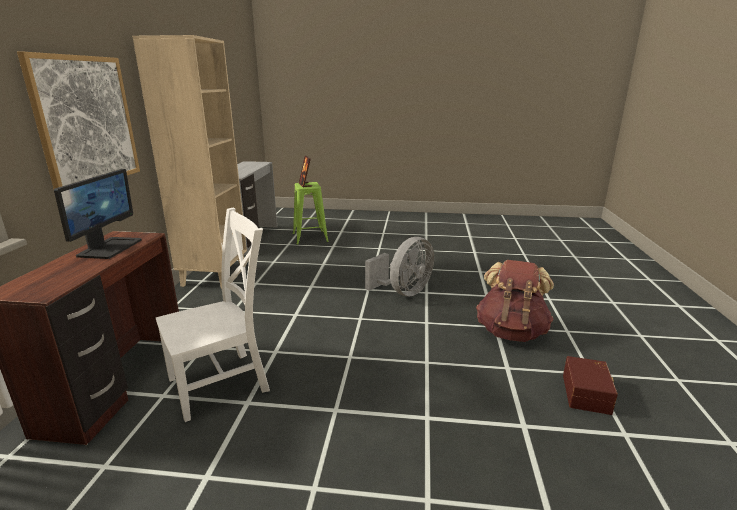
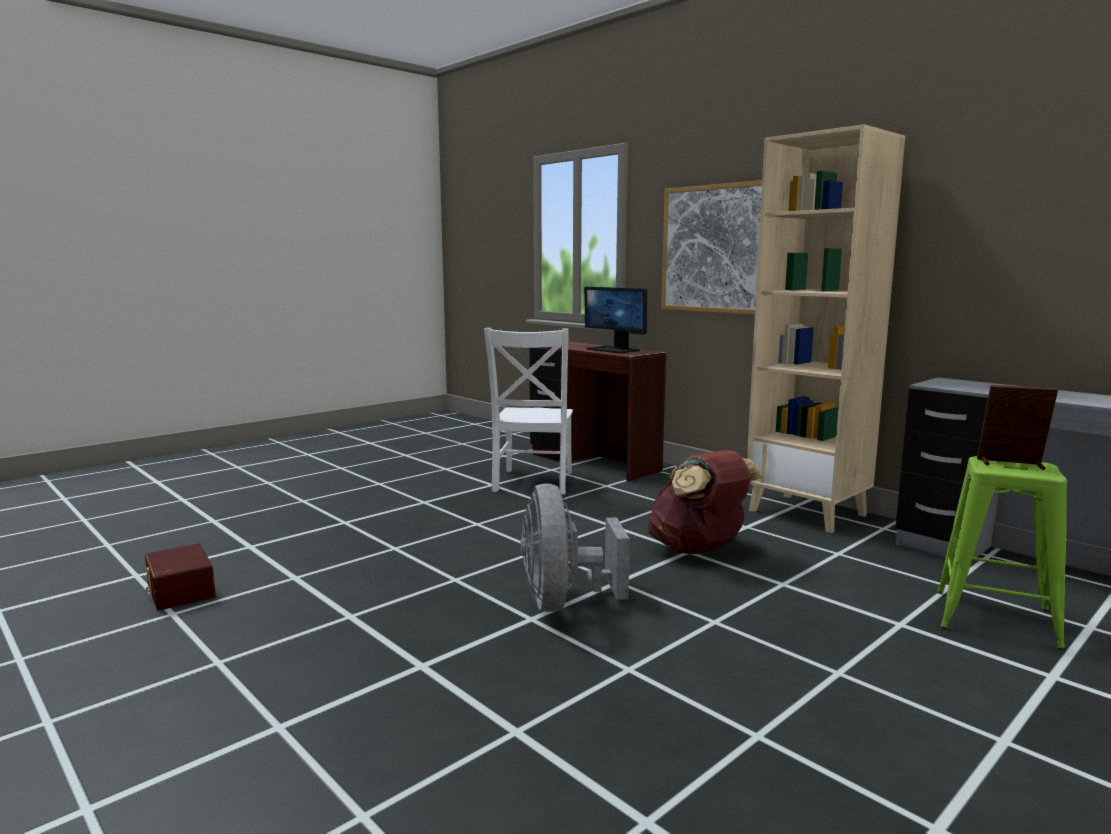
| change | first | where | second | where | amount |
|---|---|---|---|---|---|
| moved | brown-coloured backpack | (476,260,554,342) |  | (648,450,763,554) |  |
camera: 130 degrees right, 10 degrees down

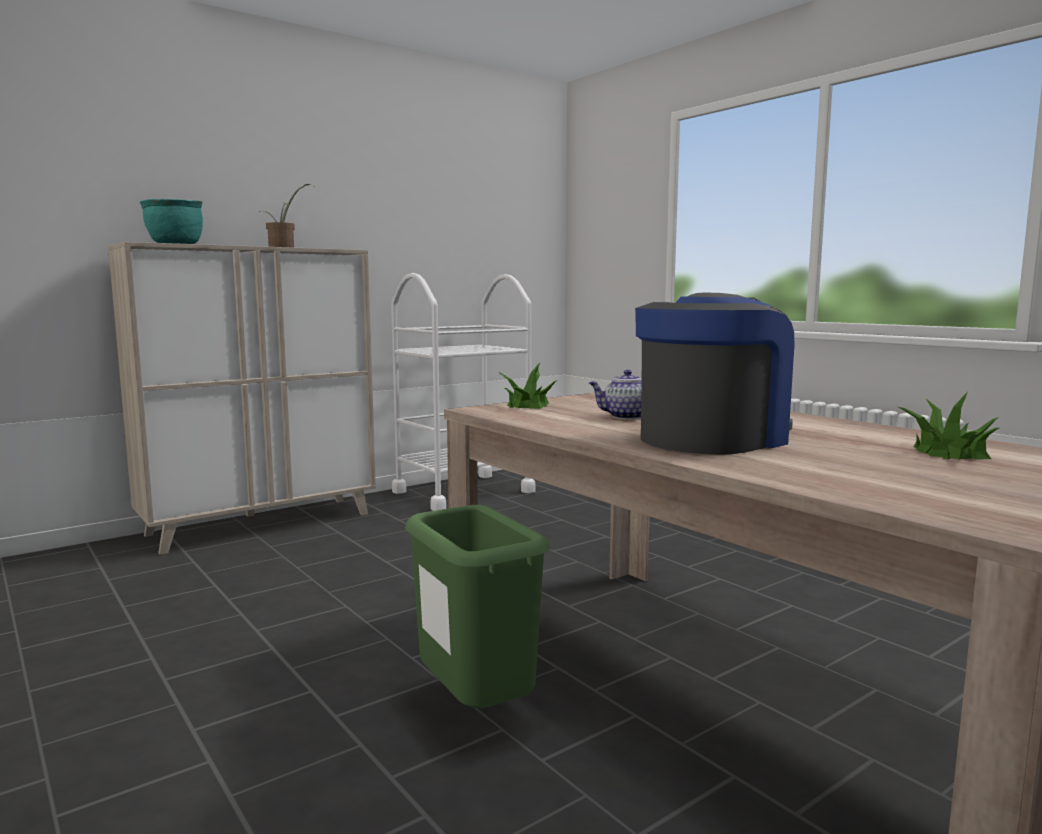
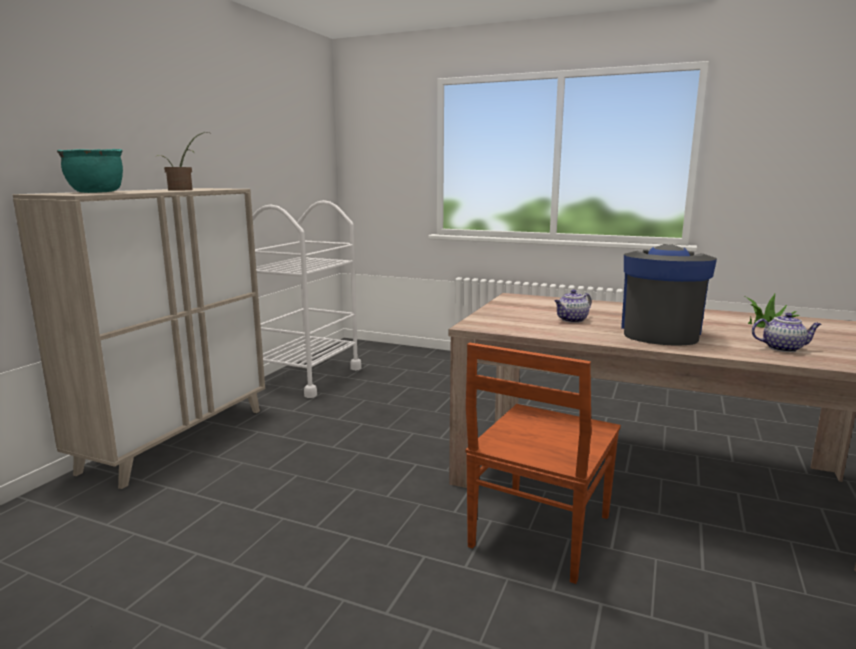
| change | first | where | second | where | amount |
|---|---|---|---|---|---|
| removed | plant in a pot | (498,363,556,409) |  |  |  |
| added |  |  | pot for tea | (752,313,822,352) |  |
| replaced | greenish waste bin | (405,505,550,708) | brown-coloured chair | (466,343,621,584) |  |
camera: 30 degrees left, 5 degrees up

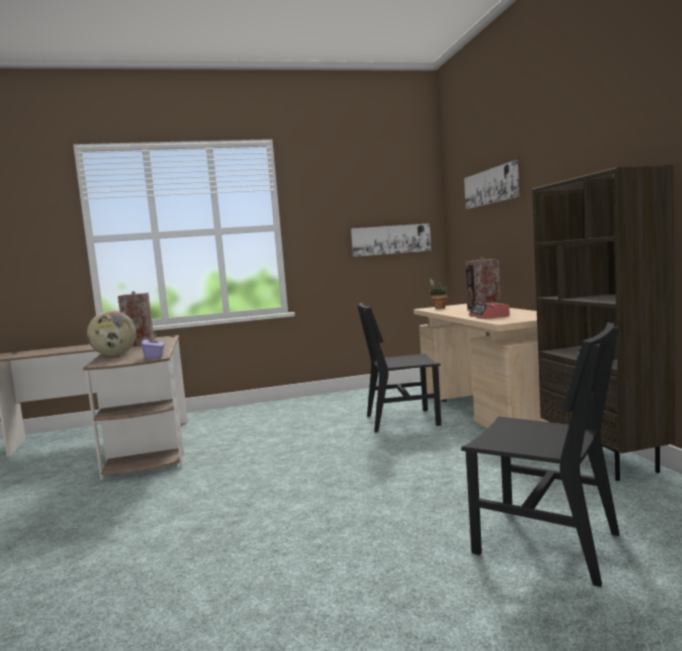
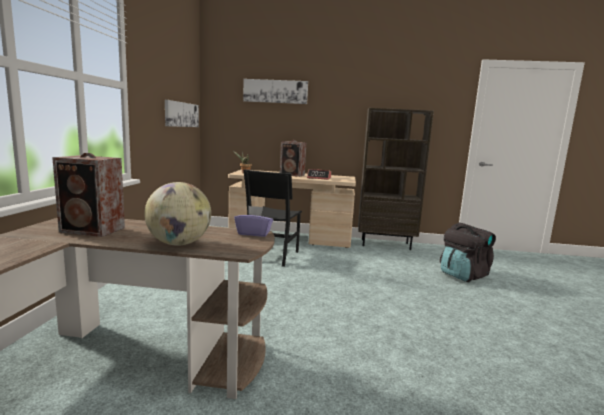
| change | first | where | second | where | amount |
|---|---|---|---|---|---|
| replaced | black-coloured chair | (461,322,620,587) | black-coloured backpack | (440,223,496,283) |  |
camera: 70 degrees left, 5 degrees up

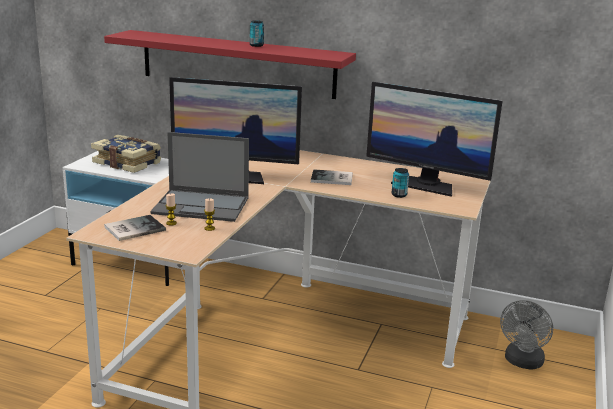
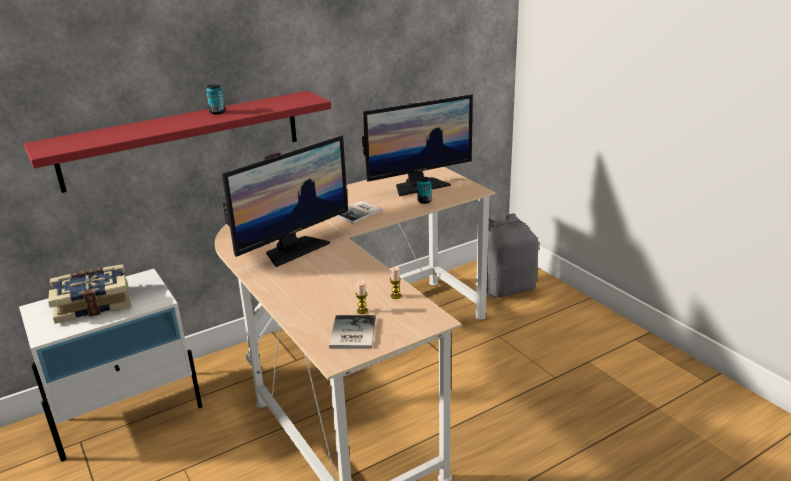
| change | first | where | second | where | amount |
|---|---|---|---|---|---|
| removed | portable computer | (150,132,249,222) |  |  |  |
| replaced | greyish cooling fan | (500,300,553,370) | greyish backpack | (486,213,539,298) |  |
camera: 50 degrees left, 5 degrees up

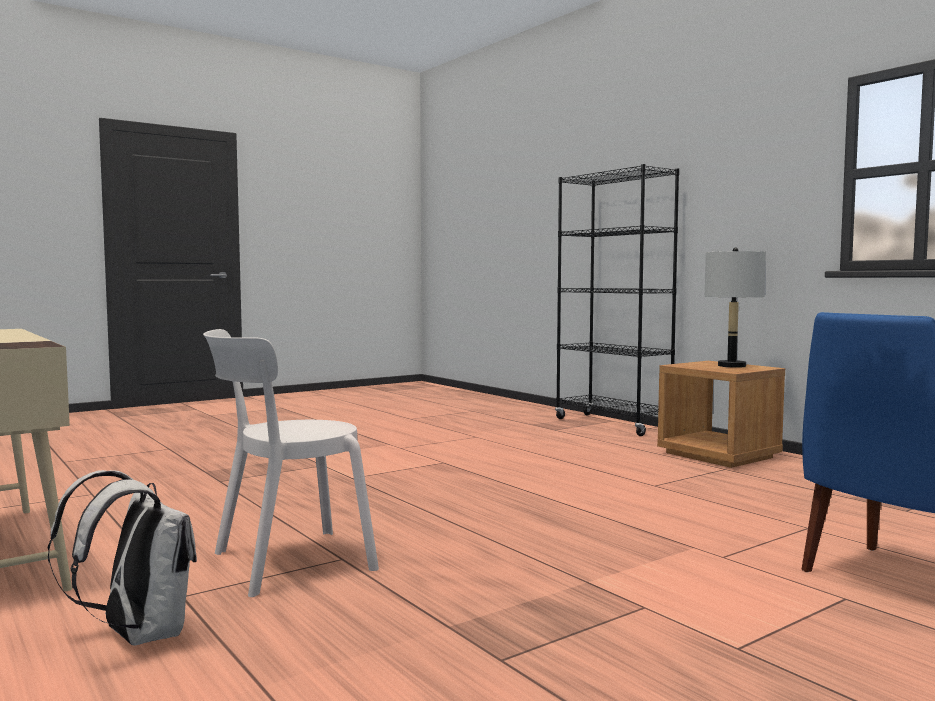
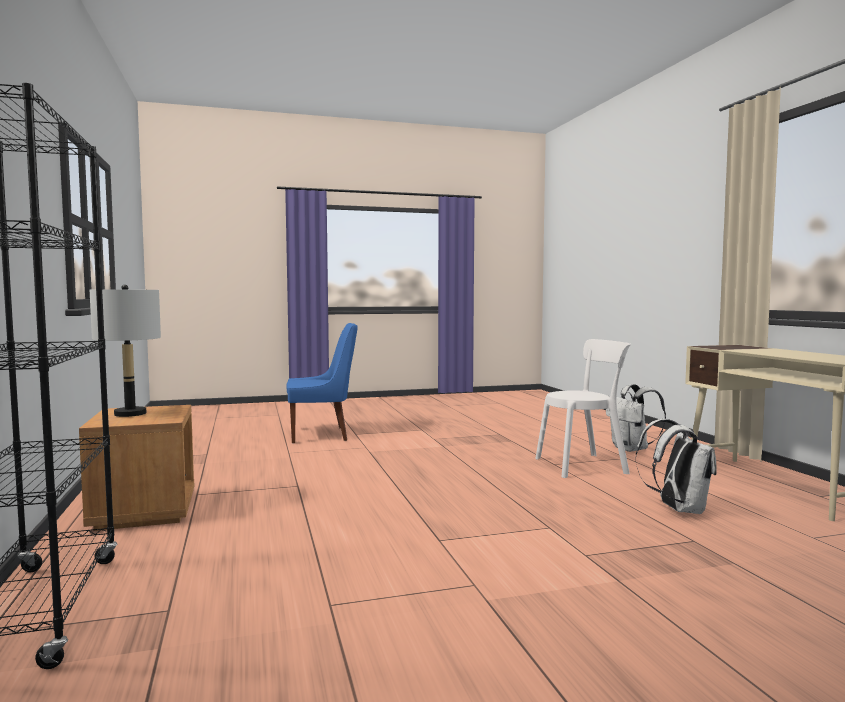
| change | first | where | second | where | amount |
|---|---|---|---|---|---|
| added |  |  | whitish backpack | (635,419,716,514) |  |
camera: 160 degrees left, 0 degrees up

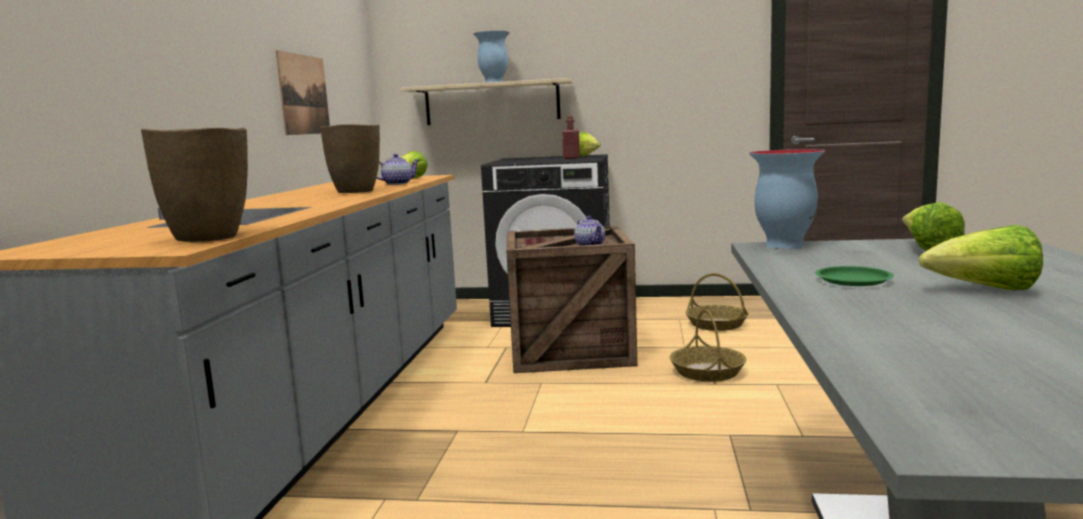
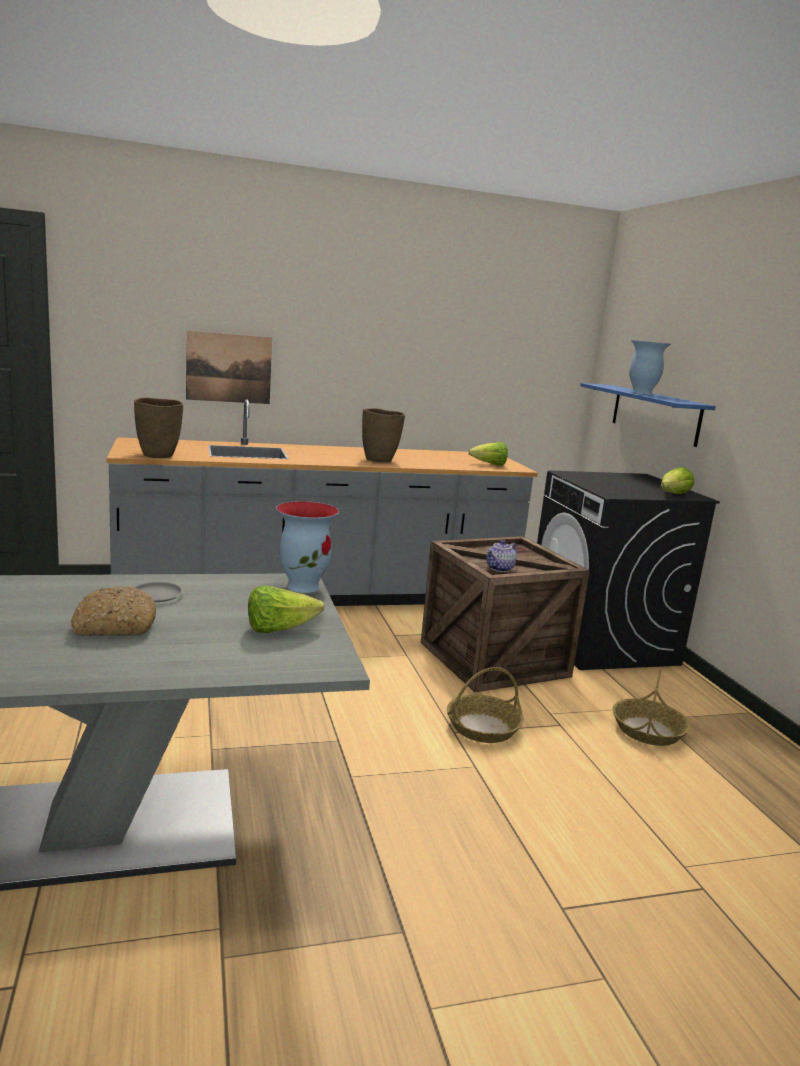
| change | first | where | second | where | amount |
|---|---|---|---|---|---|
| removed | pot for tea | (376,154,420,185) |  |  |  |
| removed | reddish beverage bottle | (562,116,580,159) |  |  |  |
| moved | wall art | (276,50,330,135) |  | (186,331,272,404) |  |
| replaced | head of lettuce | (919,225,1043,290) | bakery bread | (70,586,156,636) |  |
| recoloured | sand-coloured shelf | (400,78,573,125) | blue shelf | (581,383,716,447) |  |
| recoloured | greenish flat dish | (815,266,894,286) | greyish flat dish | (132,582,184,602) |  |
camera: 65 degrees right, 5 degrees up

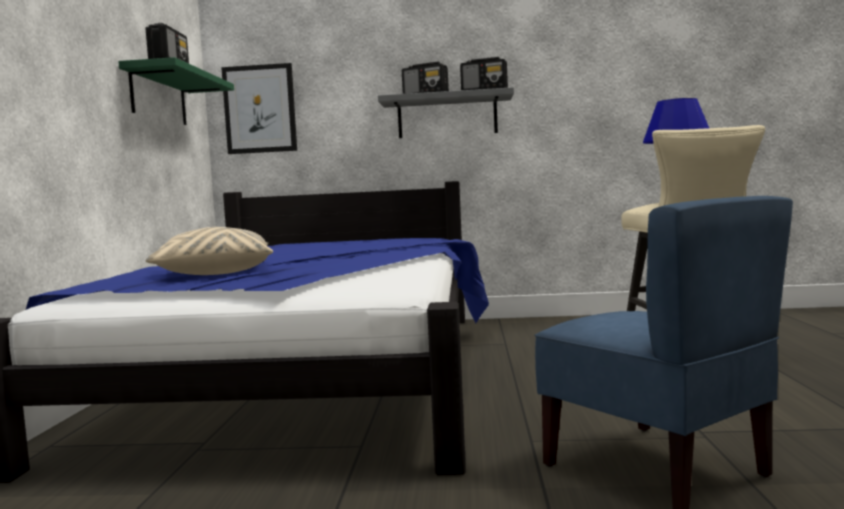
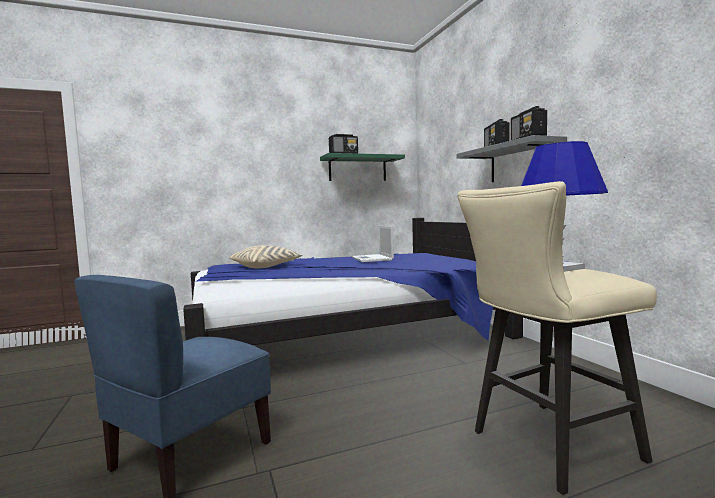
| change | first | where | second | where | amount |
|---|---|---|---|---|---|
| removed | wall art | (221,63,297,154) |  |  |  |
| added |  |  | portable computer | (352,226,394,262) |  |
camera: 65 degrees right, 0 degrees up

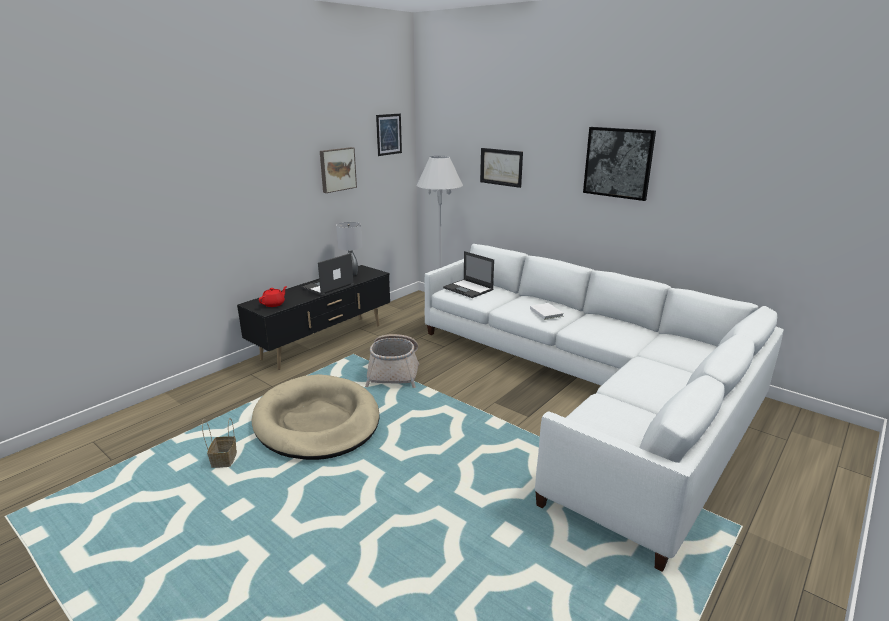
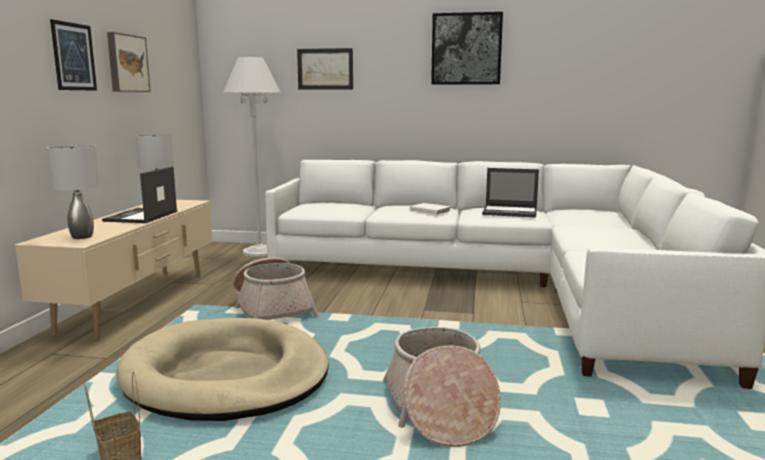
| change | first | where | second | where | amount |
|---|---|---|---|---|---|
| added |  |  | basket | (383,327,501,447) |  |
| moved | wall art | (376,114,402,156) |  | (50,19,97,91) |  |
| moved | portable computer | (443,251,494,298) |  | (482,168,539,218) |  |
| replaced | reddish pot for tea | (259,286,287,307) | greyish tabletop lamp | (47,145,100,239) |  |
| recoloured | black-coloured media console | (237,265,390,370) | sand-coloured media console | (15,200,212,340) |  |
camera: 30 degrees left, 10 degrees down

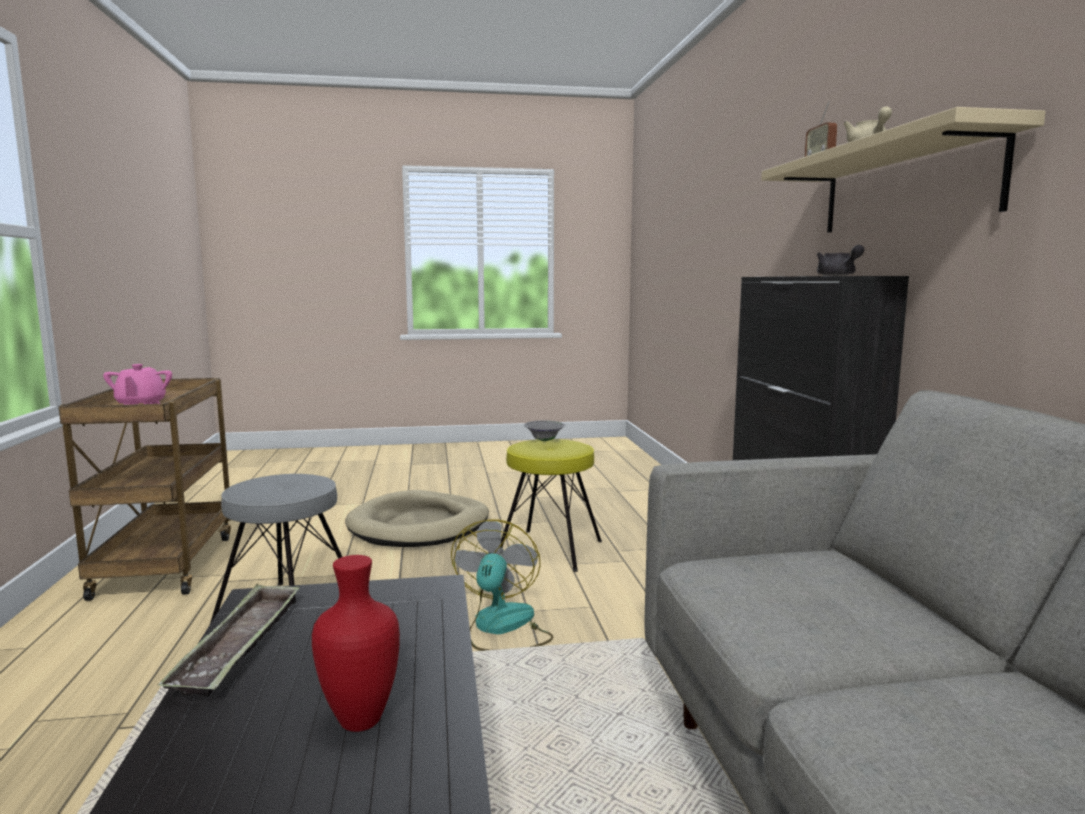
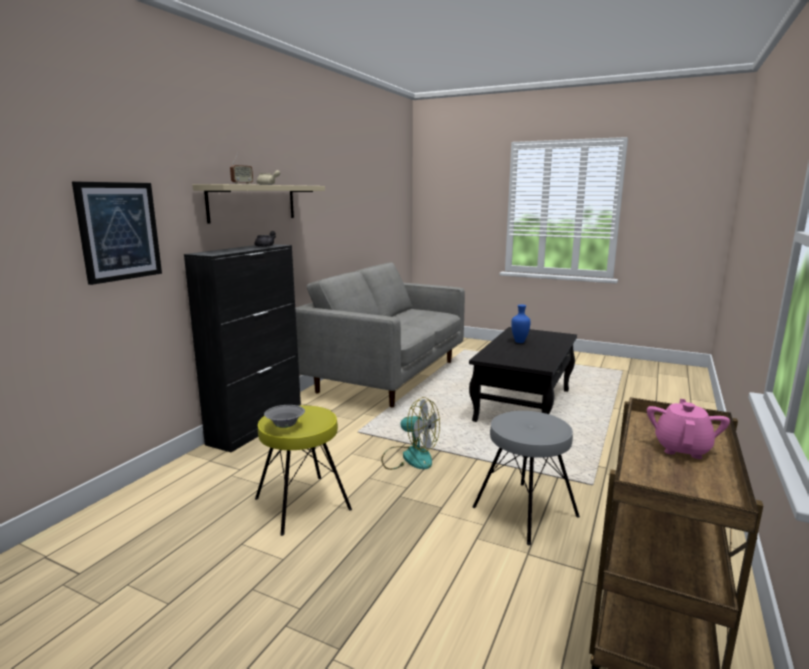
| change | first | where | second | where | amount |
|---|---|---|---|---|---|
| removed | serving tray | (158,584,300,697) |  |  |  |
| removed | sand-coloured dog cushion | (345,490,489,547) |  |  |  |
| added |  |  | wall art | (72,182,162,285) |  |
| recoloured | reddish flower vase | (312,555,400,732) | blue flower vase | (511,305,531,343) |  |
| turned | cooling fan | (451,519,553,651) |  | (381,397,440,470) | 105 degrees counterclockwise |
camera: 145 degrees left, 5 degrees up

